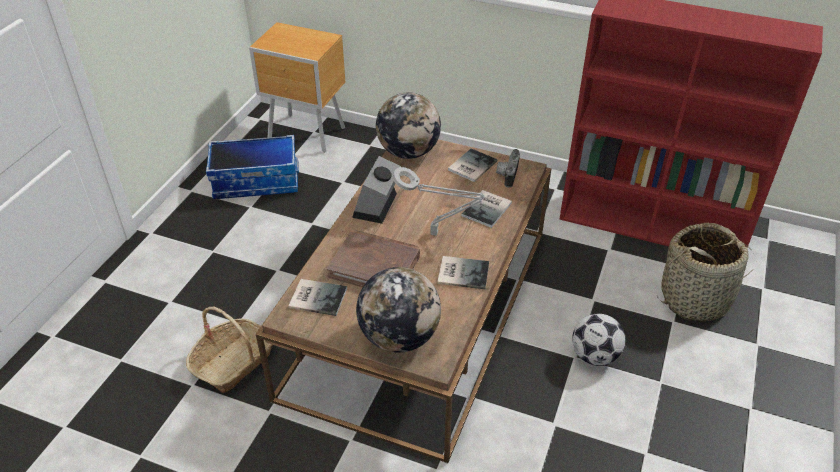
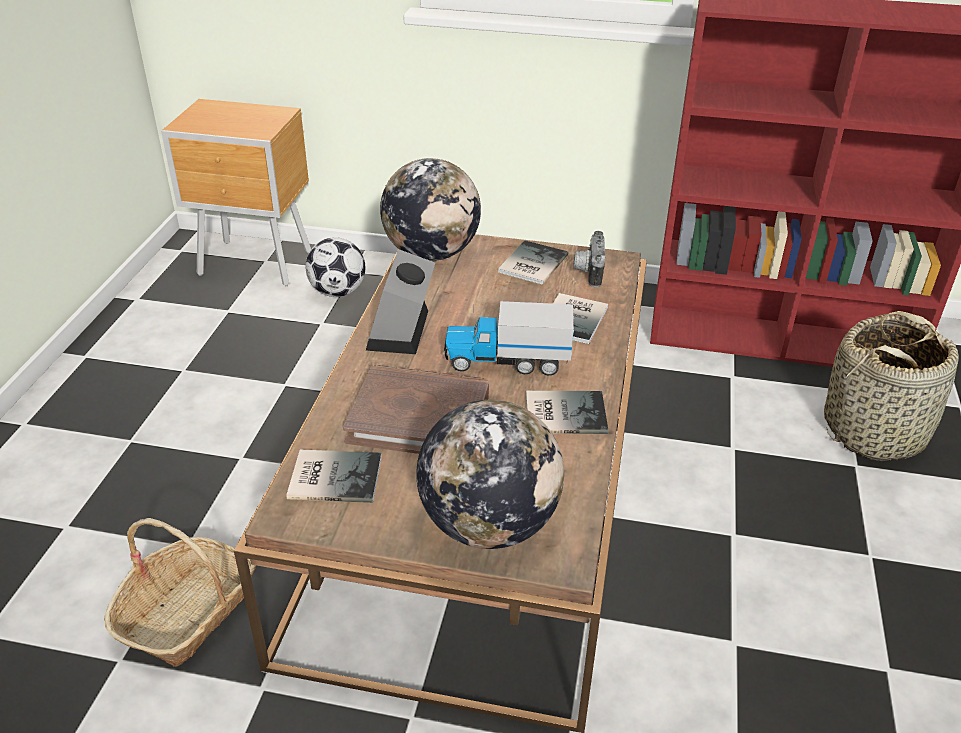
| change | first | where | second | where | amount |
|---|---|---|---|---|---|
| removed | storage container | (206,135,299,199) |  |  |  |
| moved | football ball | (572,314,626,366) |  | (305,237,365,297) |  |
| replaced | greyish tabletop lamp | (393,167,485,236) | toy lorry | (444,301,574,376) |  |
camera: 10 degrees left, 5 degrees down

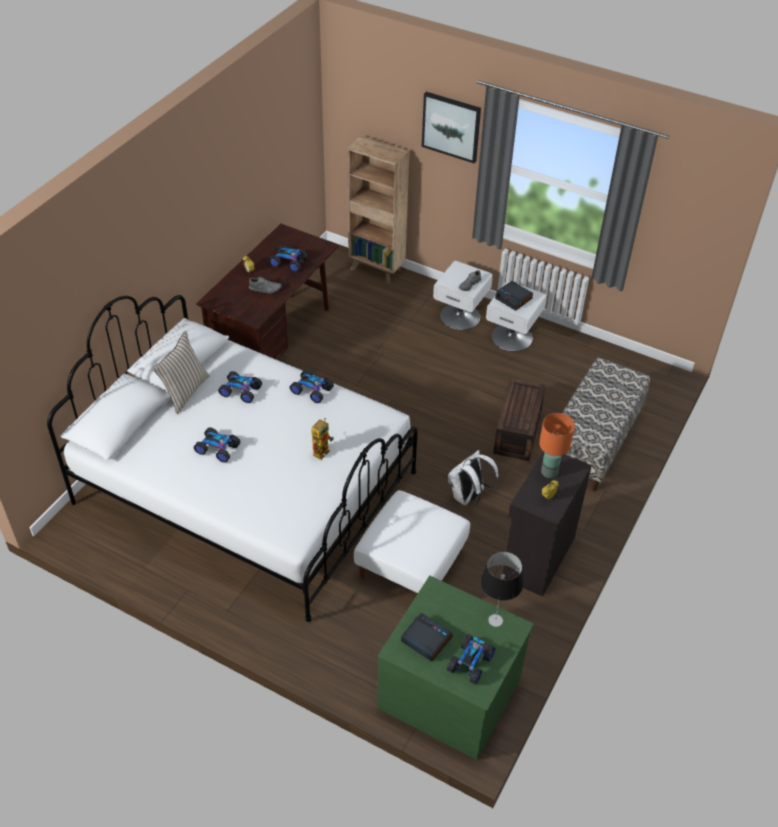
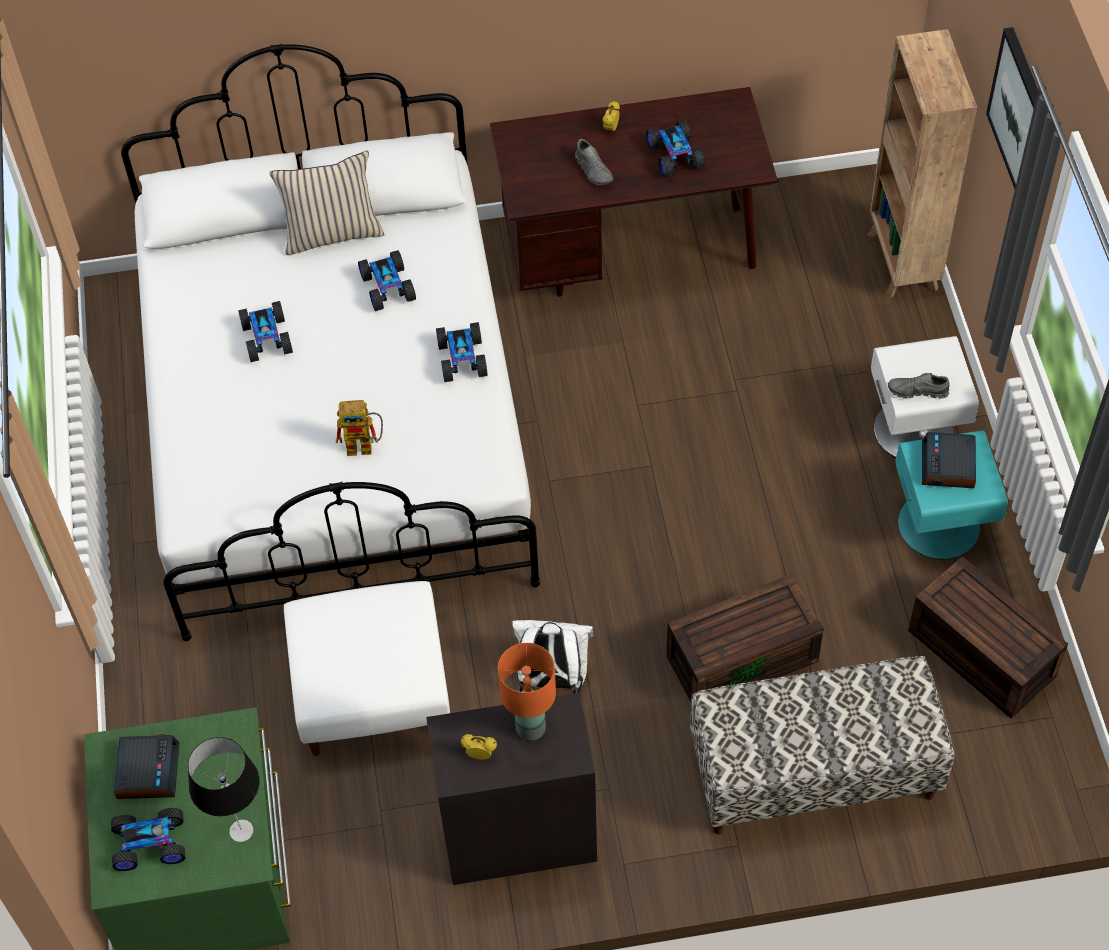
| change | first | where | second | where | amount |
|---|---|---|---|---|---|
| added |  |  | brown-coloured storage container | (908,556,1068,718) |  |
| recoloured | whitish bedside table | (486,281,546,351) | blue-green bedside table | (895,430,1008,559) |  |
camera: 55 degrees right, 10 degrees up

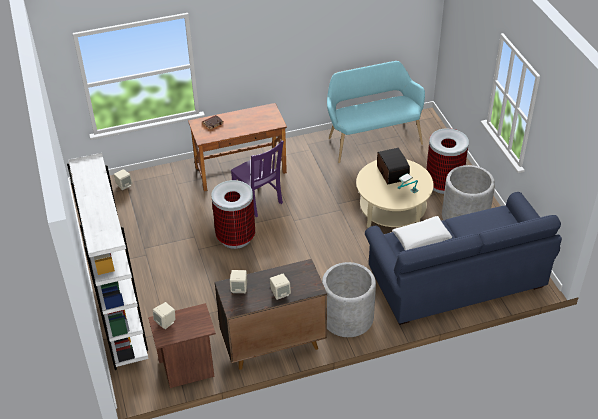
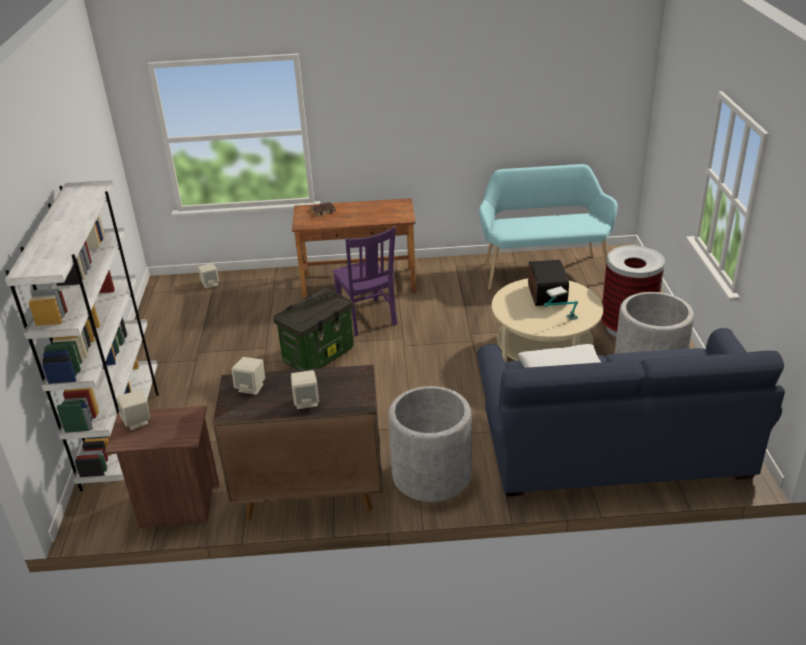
| change | first | where | second | where | amount |
|---|---|---|---|---|---|
| replaced | waste bin | (211,180,255,249) | storage container | (273,288,354,370) |  |
camera: 15 degrees right, 10 degrees down

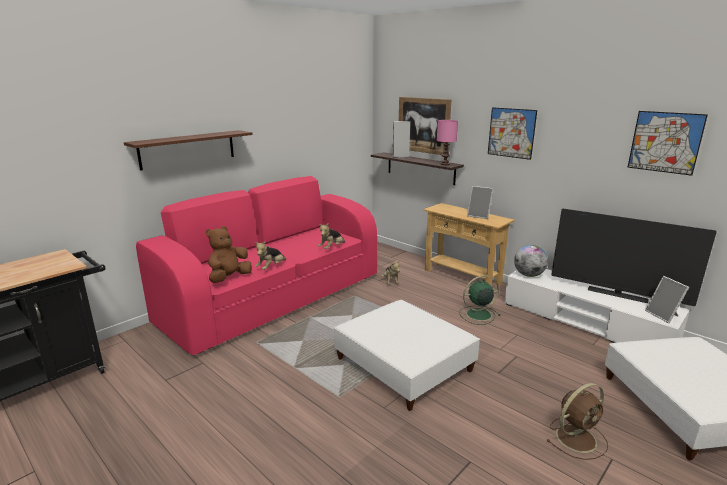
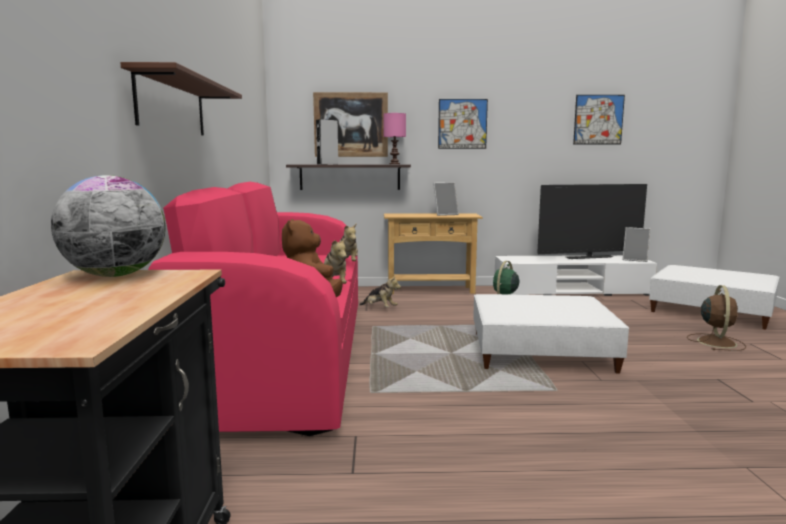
| change | first | where | second | where | amount |
|---|---|---|---|---|---|
| moved | world globe | (514,245,548,277) |  | (51,175,166,277) |  |
camera: 45 degrees left, 10 degrees down

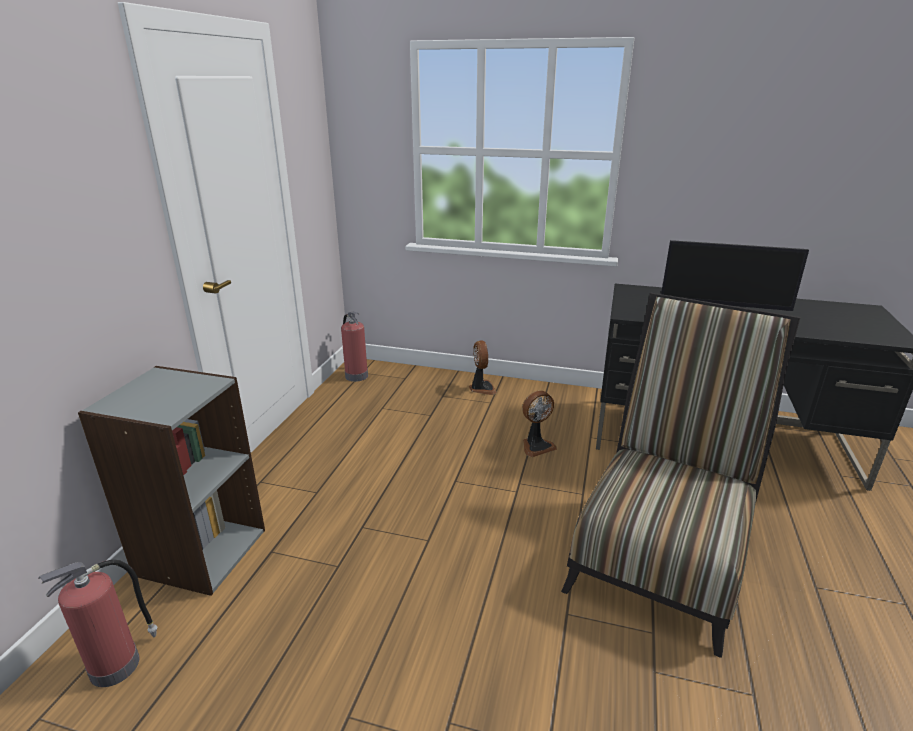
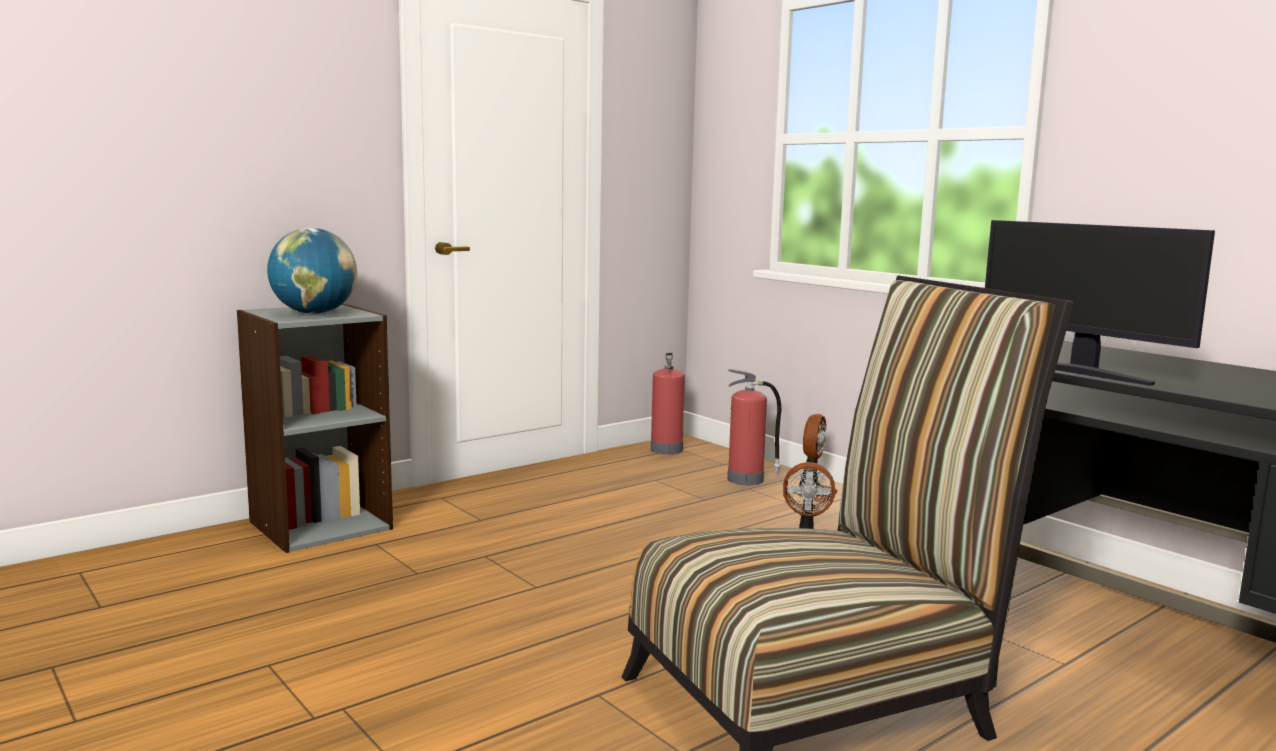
| change | first | where | second | where | amount |
|---|---|---|---|---|---|
| added |  |  | world globe | (267,228,357,314) |  |
| moved | fire-fighting cylinder | (38,560,157,687) |  | (728,369,781,486) |  |
camera: 35 degrees right, 15 degrees down

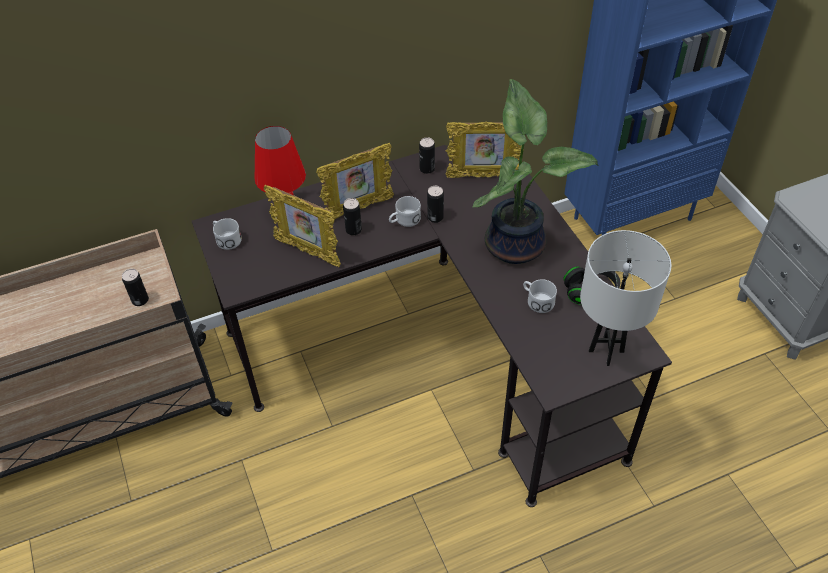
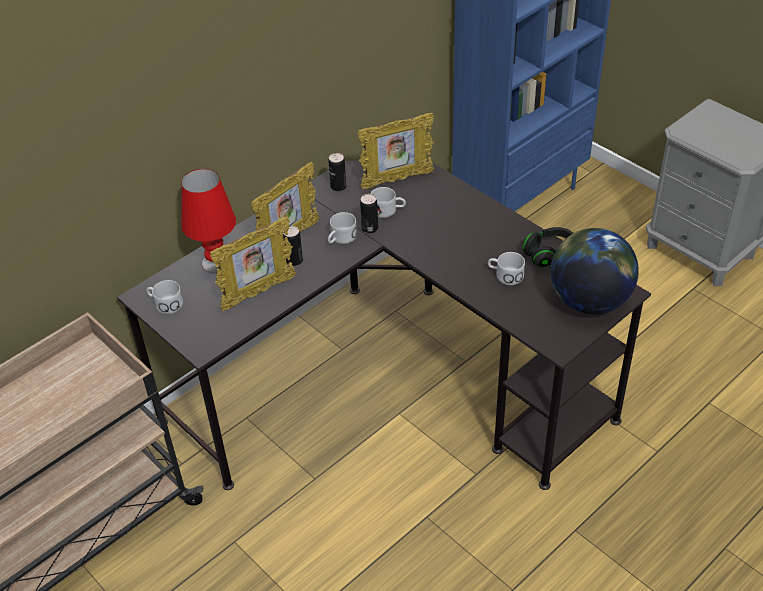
| change | first | where | second | where | amount |
|---|---|---|---|---|---|
| removed | metal can | (122,269,149,306) |  |  |  |
| removed | plant in a pot | (473,79,599,264) |  |  |  |
| added |  |  | whitish tea mug | (371,187,406,218) |  |
| replaced | whitish tabletop lamp | (580,230,671,366) | world globe | (551,228,639,314) |  |
| turned | photo frame | (264,185,341,267) |  | (210,217,296,311) | 45 degrees counterclockwise |
camera: 20 degrees left, 5 degrees down

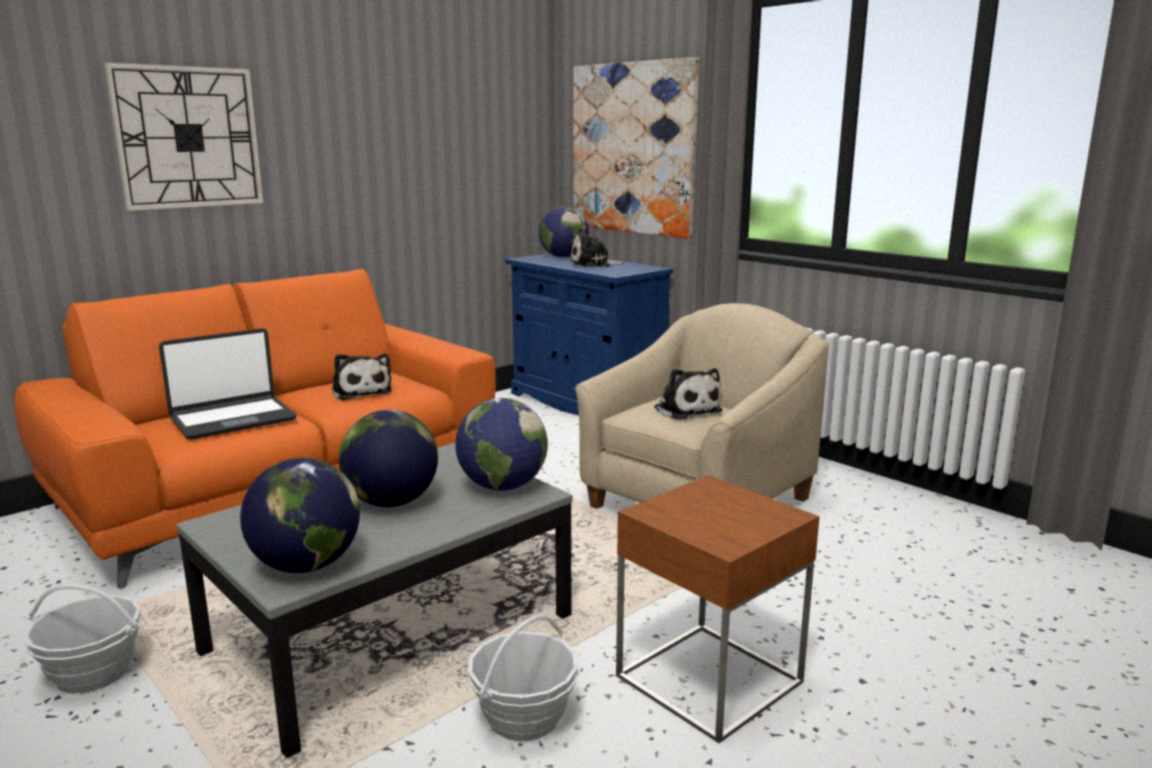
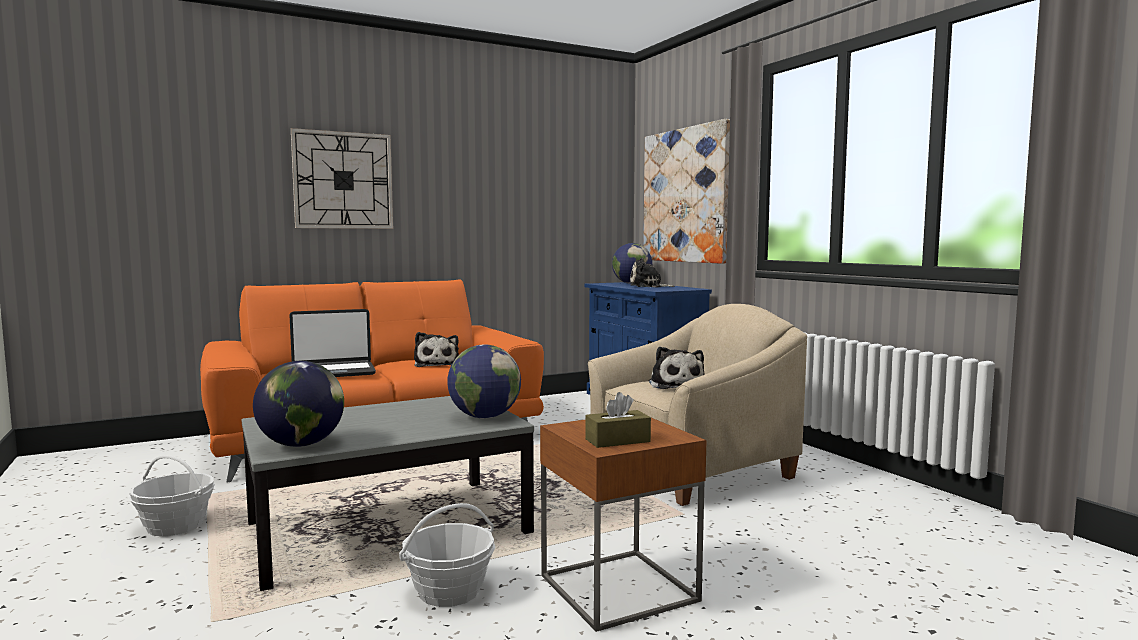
| change | first | where | second | where | amount |
|---|---|---|---|---|---|
| removed | world globe | (339,410,438,507) |  |  |  |
| added |  |  | brown-coloured tissue box | (585,392,651,448) |  |
camera: 15 degrees right, 10 degrees down

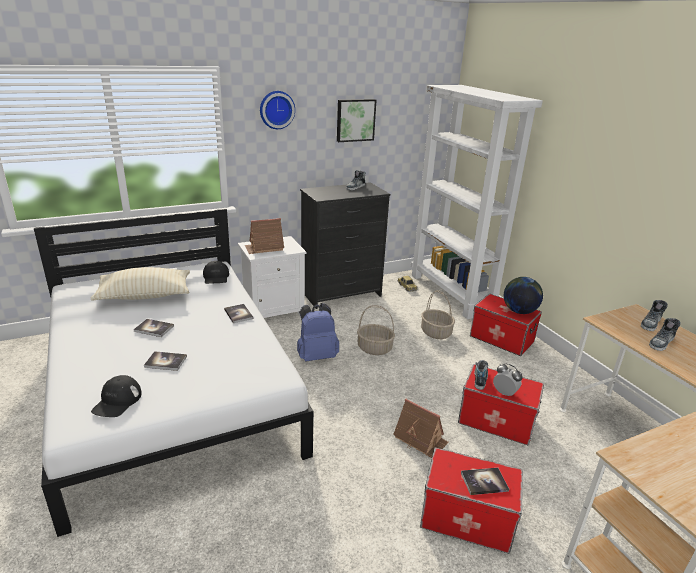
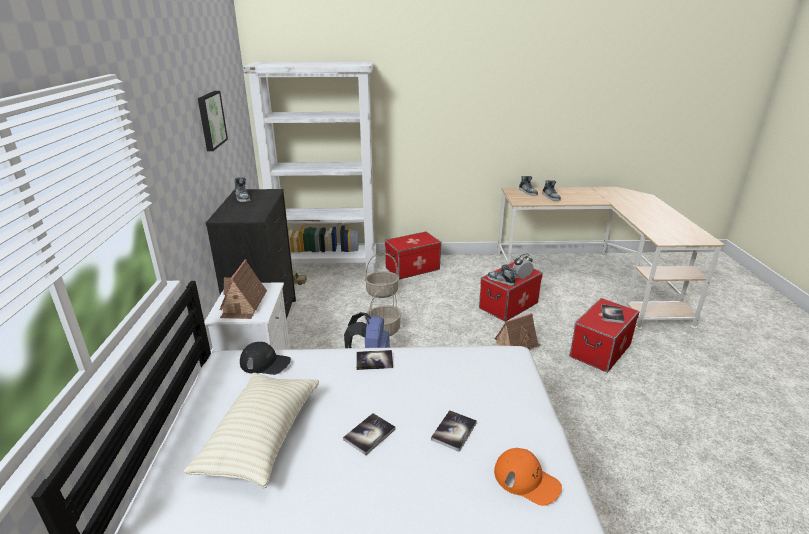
| change | first | where | second | where | amount |
|---|---|---|---|---|---|
| removed | hanging clock | (260,91,295,129) |  |  |  |
| removed | world globe | (504,277,543,314) |  |  |  |
| recoloured | black-coloured baseball cap | (91,375,142,417) | orange baseball cap | (494,448,562,506) |  |
camera: 65 degrees left, 0 degrees up

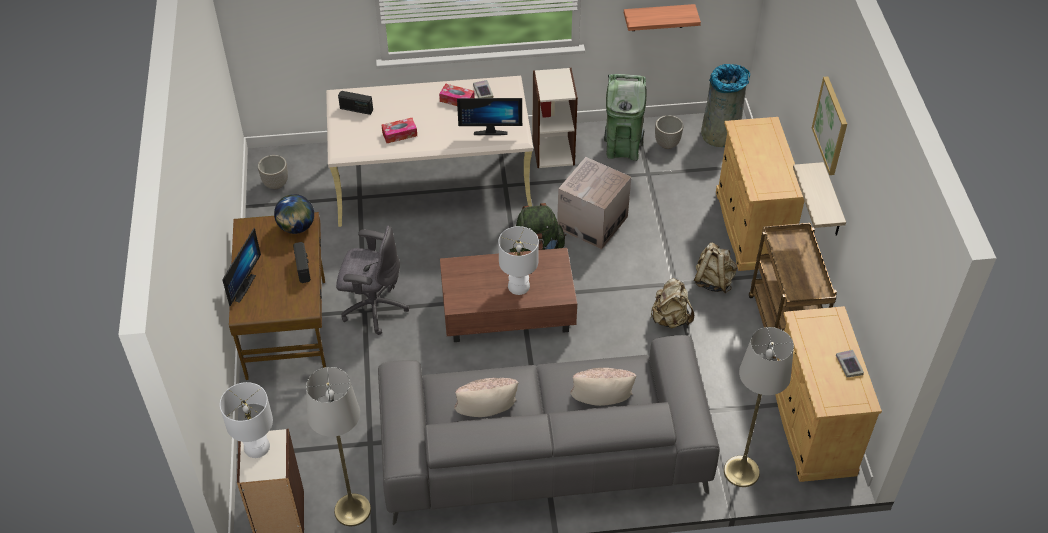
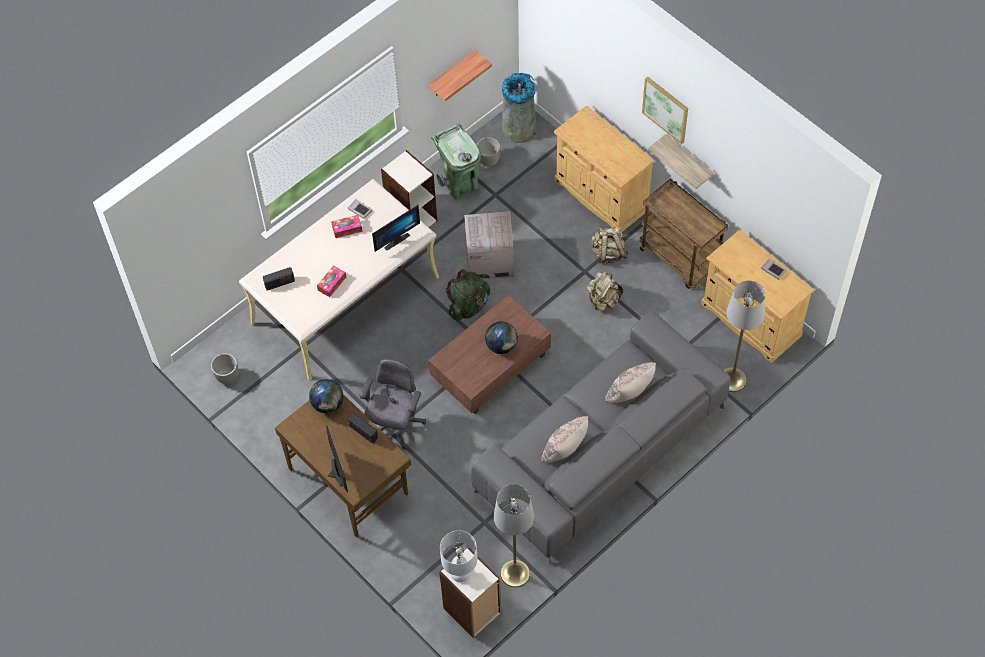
| change | first | where | second | where | amount |
|---|---|---|---|---|---|
| replaced | whitish tabletop lamp | (498,226,539,295) | world globe | (485,321,518,354) |  |
| turned | greyish computer chair | (336,226,409,335) |  | (359,358,426,450) | 45 degrees counterclockwise |
camera: 35 degrees left, 10 degrees up

